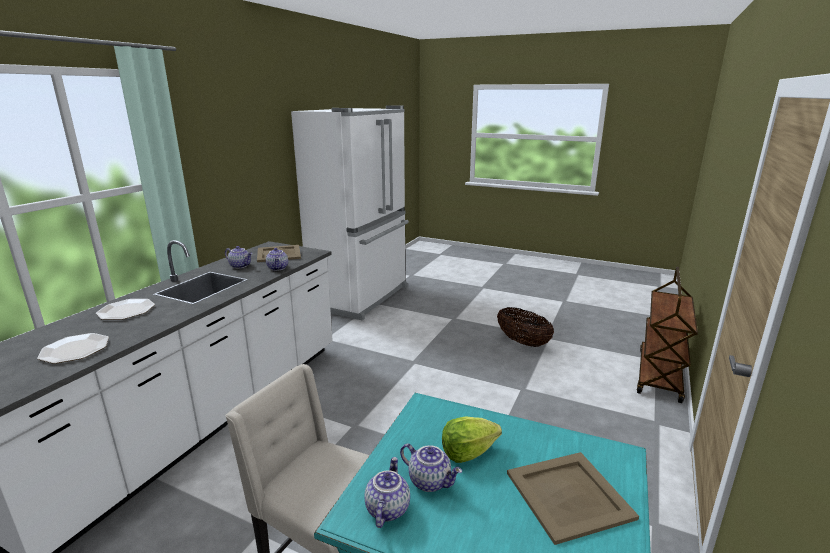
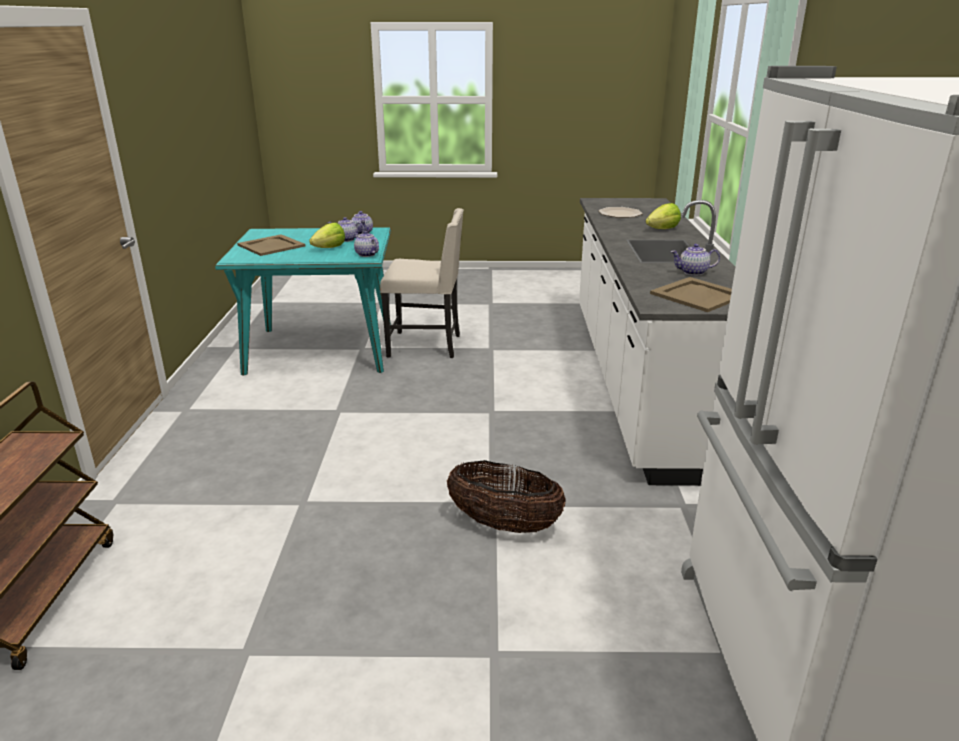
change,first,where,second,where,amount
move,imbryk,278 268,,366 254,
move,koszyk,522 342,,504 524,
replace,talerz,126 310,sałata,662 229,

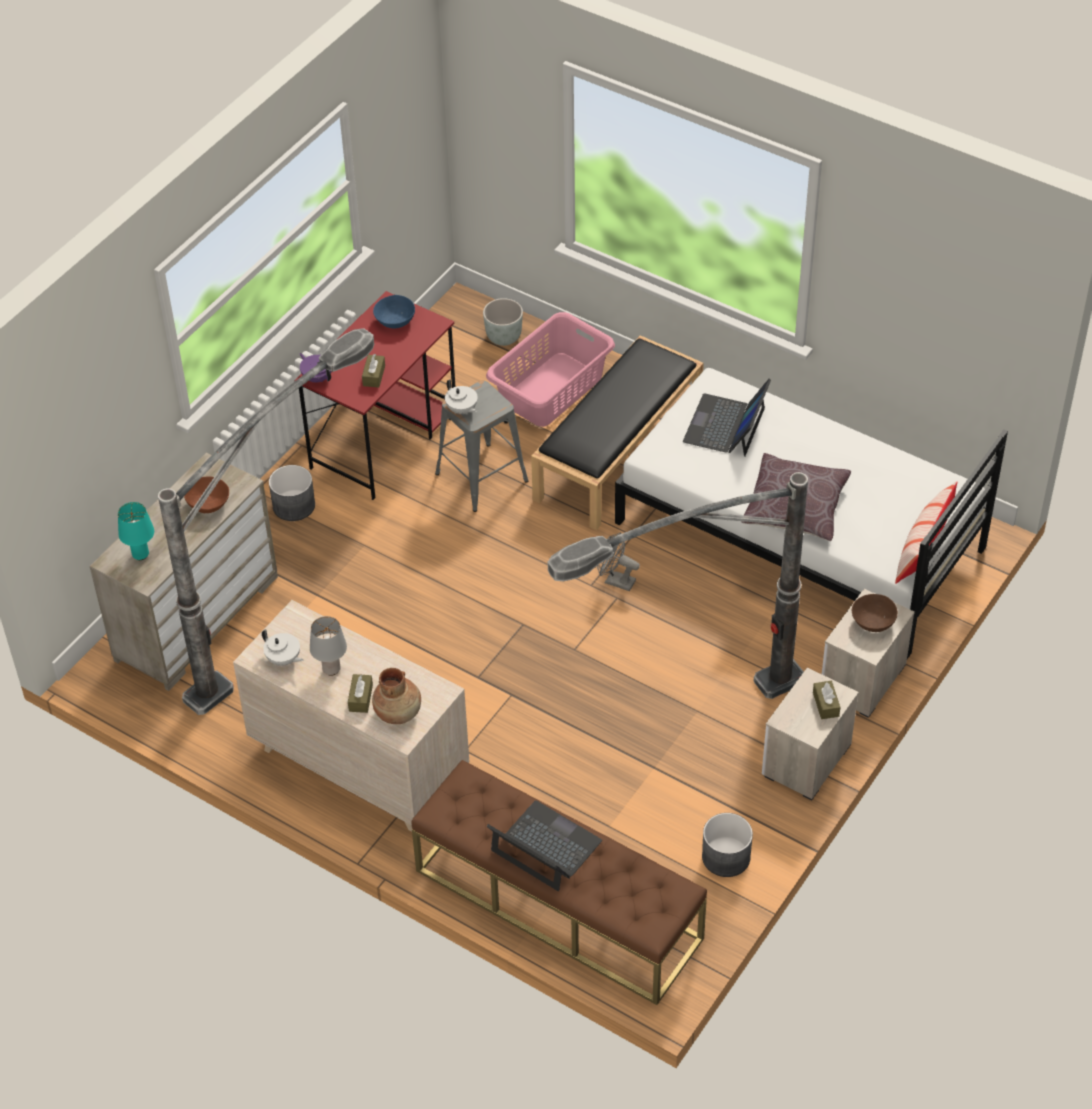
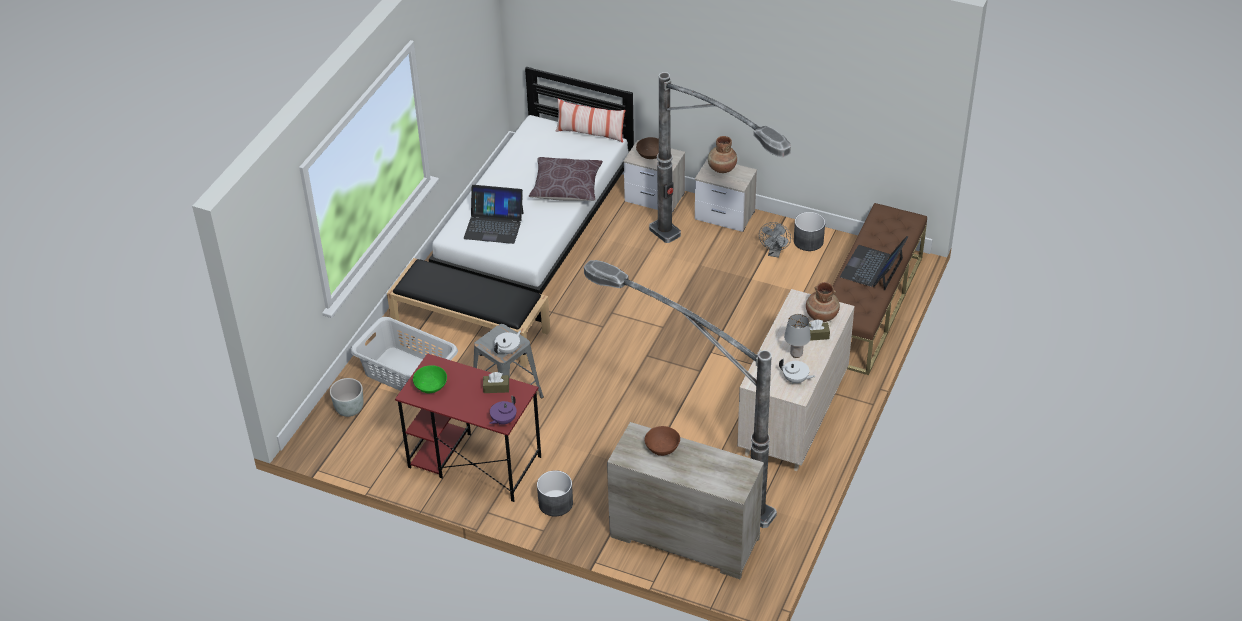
change,first,where,second,where,amount
recolor,kosz na pranie [różowy],552 390,kosz na pranie [szary],407 373,
recolor,miska [niebieski],395 321,miska [zielony],431 386,
replace,pudełko chusteczek [brązowy],825 704,wazon [brązowy],722 168,
move,wentylator [szary],615 581,,774 253,
rotate,imbryk [biały],283 659,,795 380,90 degrees clockwise
delete,lampa stołowa [turkusowy],141 554,,,

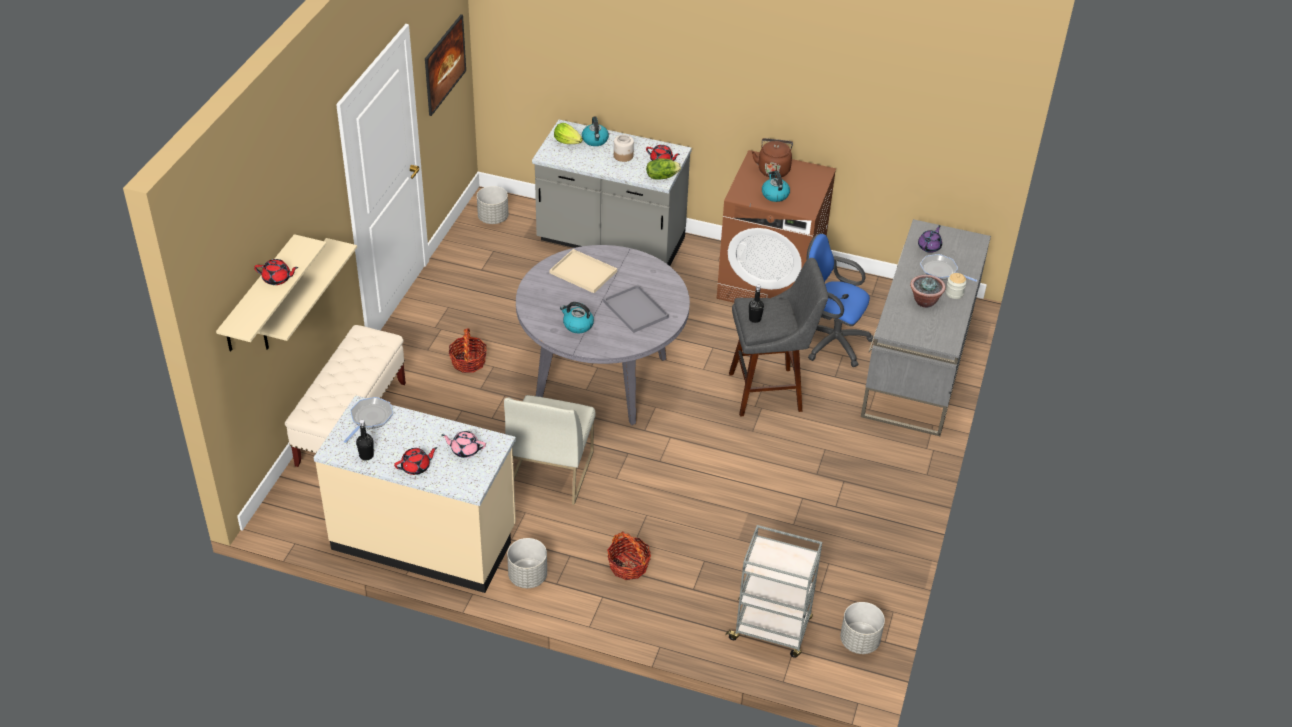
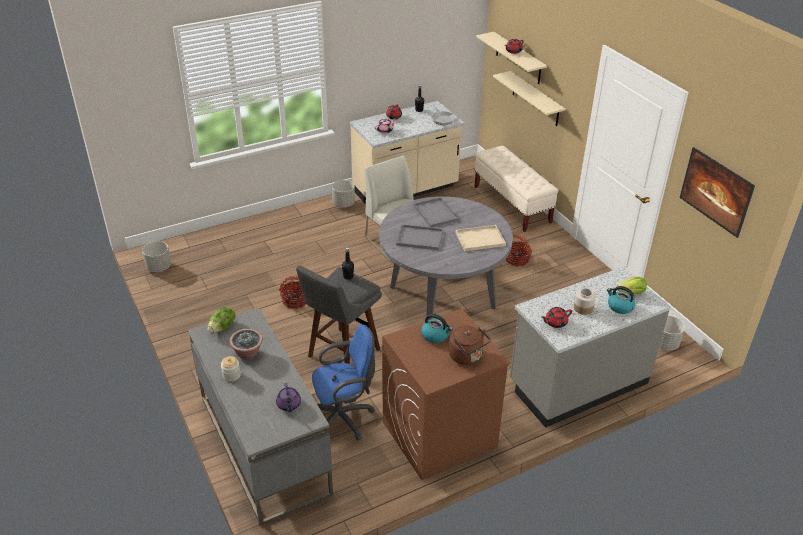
change,first,where,second,where,amount
move,sałata,662 176,,222 327,
move,koszyk,628 566,,295 301,
replace,czajnik,577 325,taca [szary],435 213,
delete,wózek [szary],771 630,,,
delete,patelnia,940 271,,,

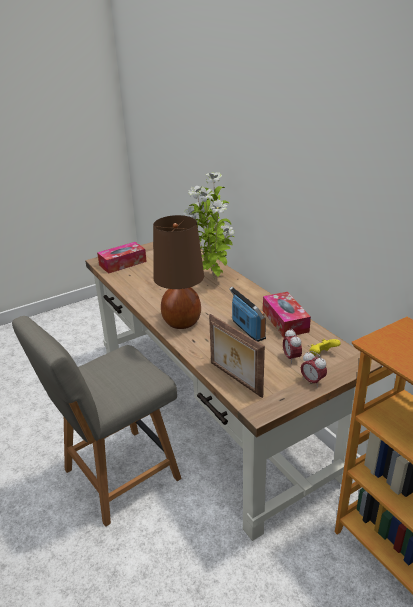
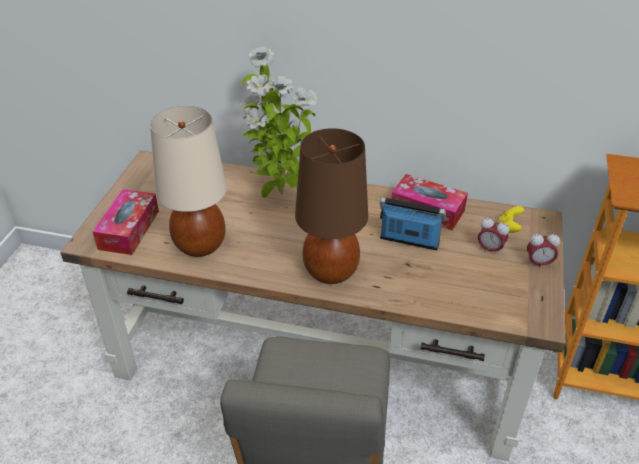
change,first,where,second,where,amount
insert,,,lampa stołowa [beżowy],200 245,
delete,ramka na zdjęcie,234 379,,,

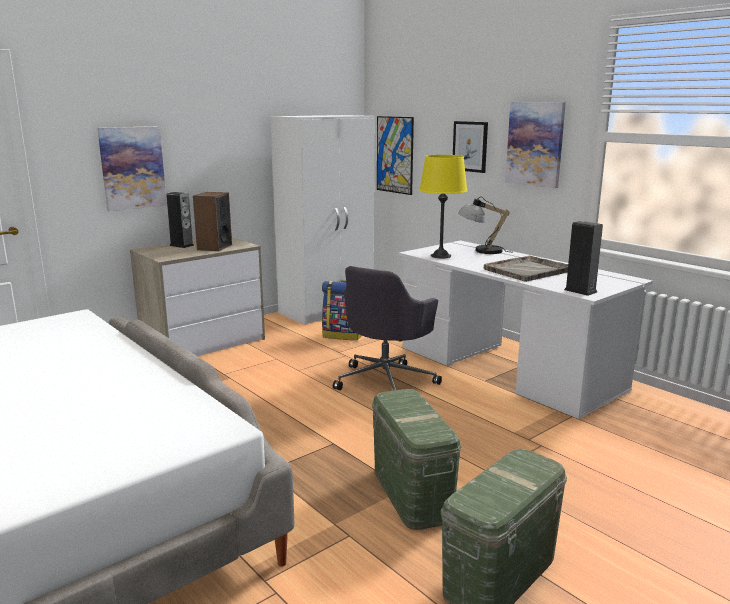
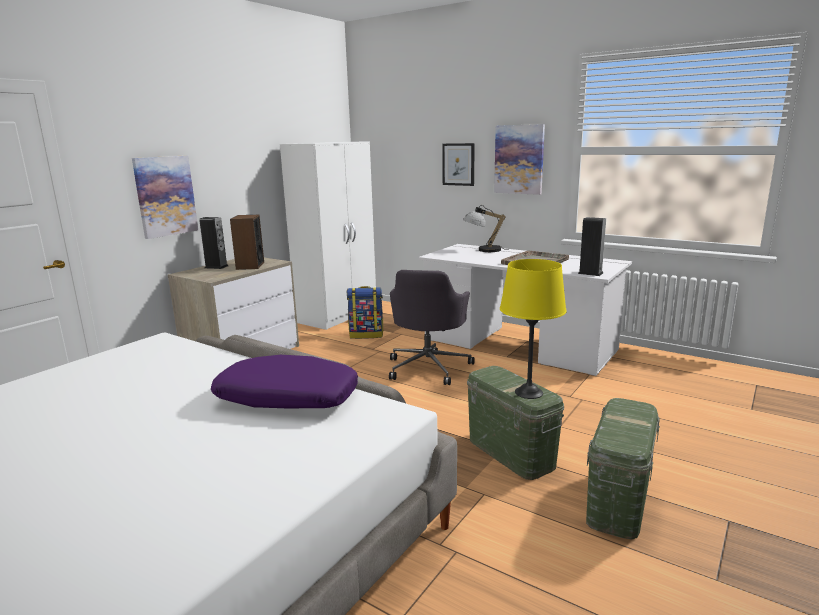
change,first,where,second,where,amount
insert,,,poduszka [fioletowy],286 398,
move,lampa stołowa [żółty],441 256,,529 392,
delete,obraz,394 155,,,

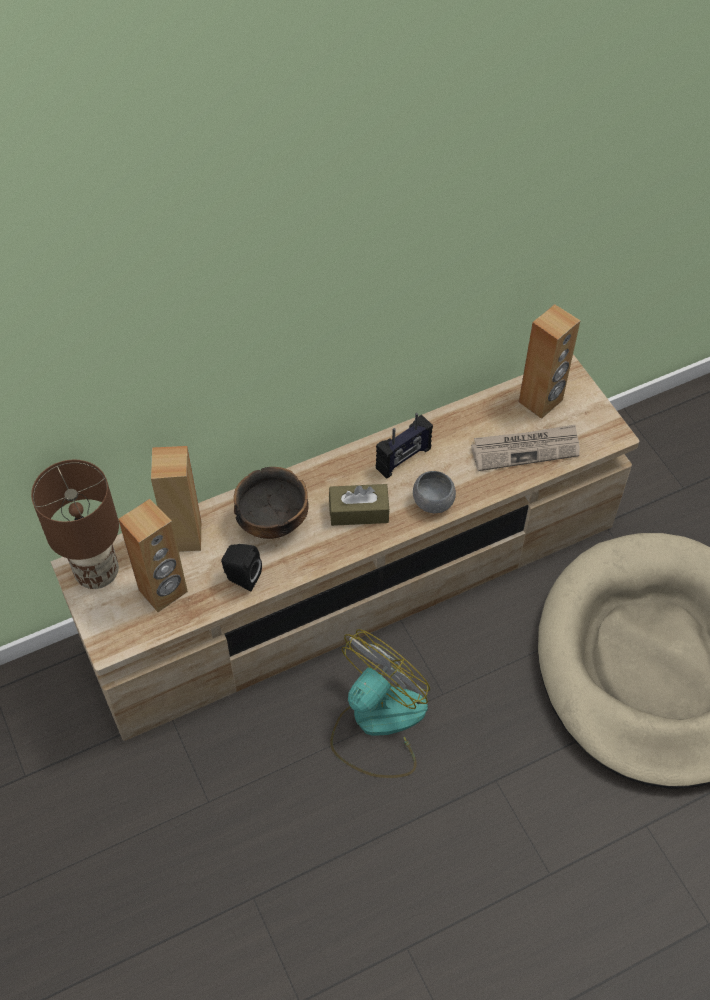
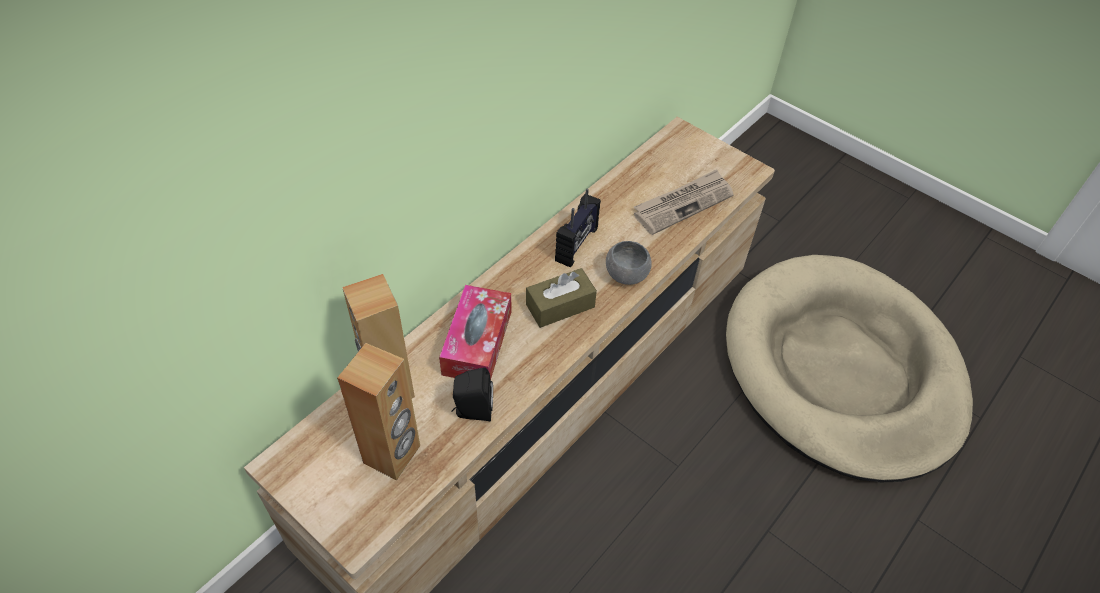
change,first,where,second,where,amount
replace,miska,272 521,pudełko chusteczek,477 342,
delete,lampa stołowa [brązowy],96 572,,,
delete,wentylator,377 723,,,
delete,głośnik [brązowy],541 401,,,

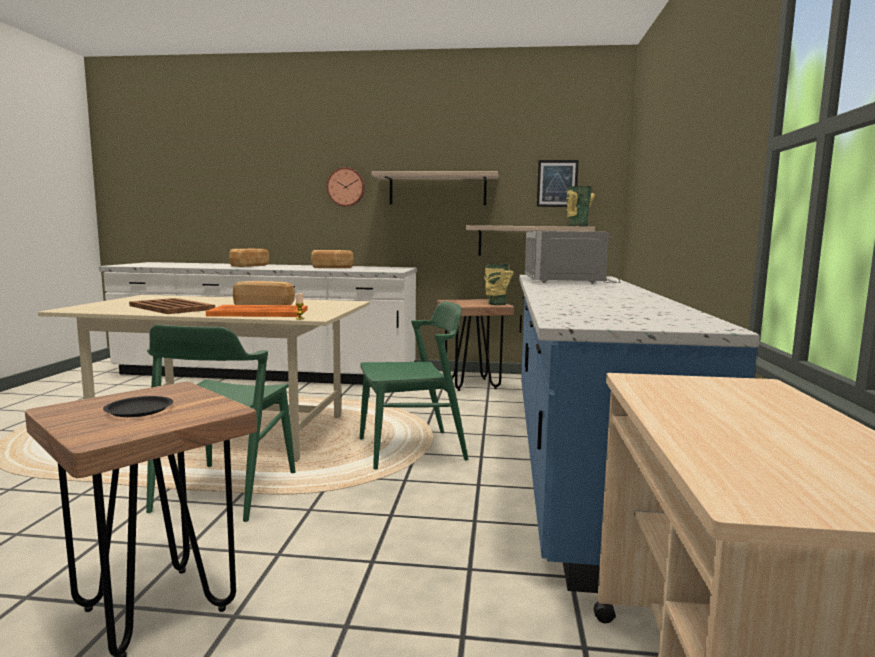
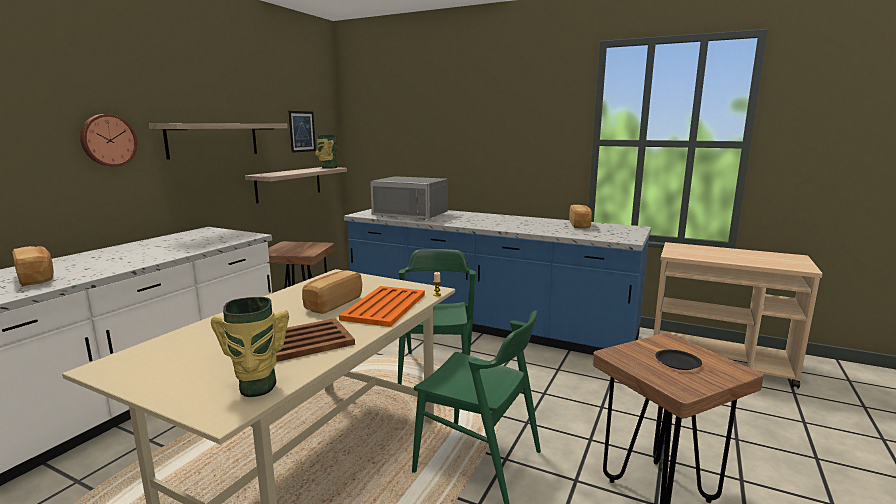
change,first,where,second,where,amount
move,wazon,496 304,,256 388,
move,chleb,332 268,,580 225,

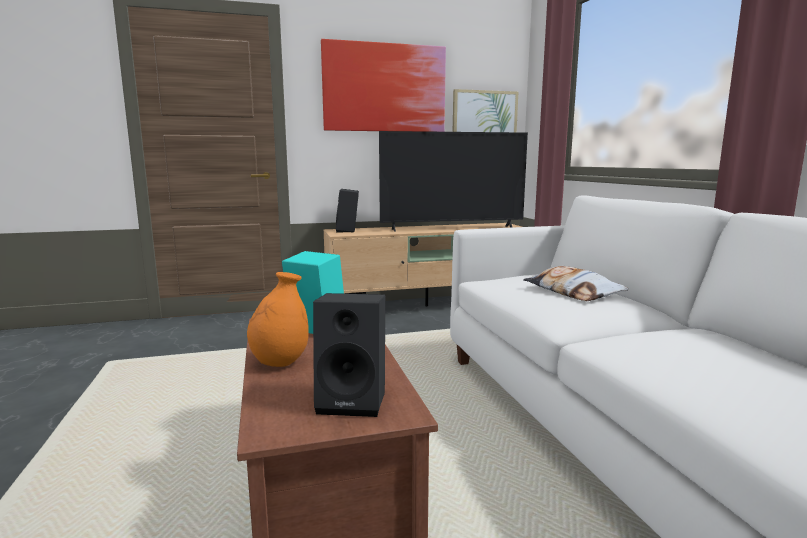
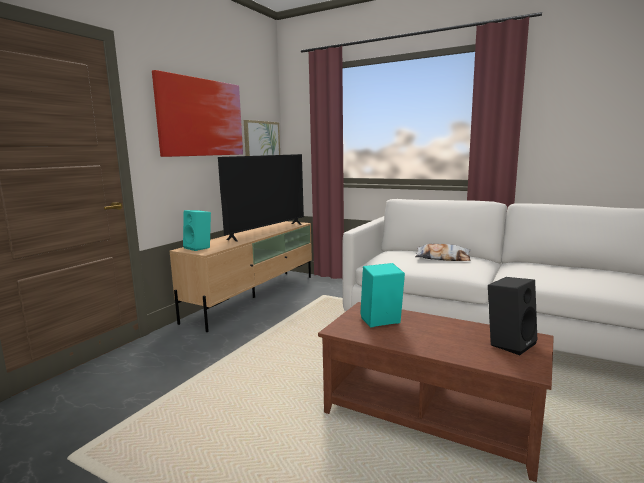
change,first,where,second,where,amount
recolor,głośnik [czarny],348 231,głośnik [turkusowy],199 247,
delete,wazon [pomarańczowy],280 362,,,

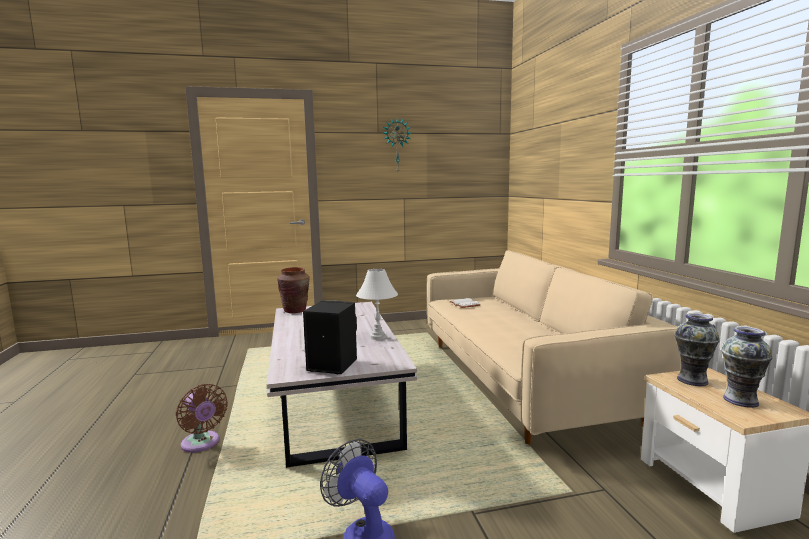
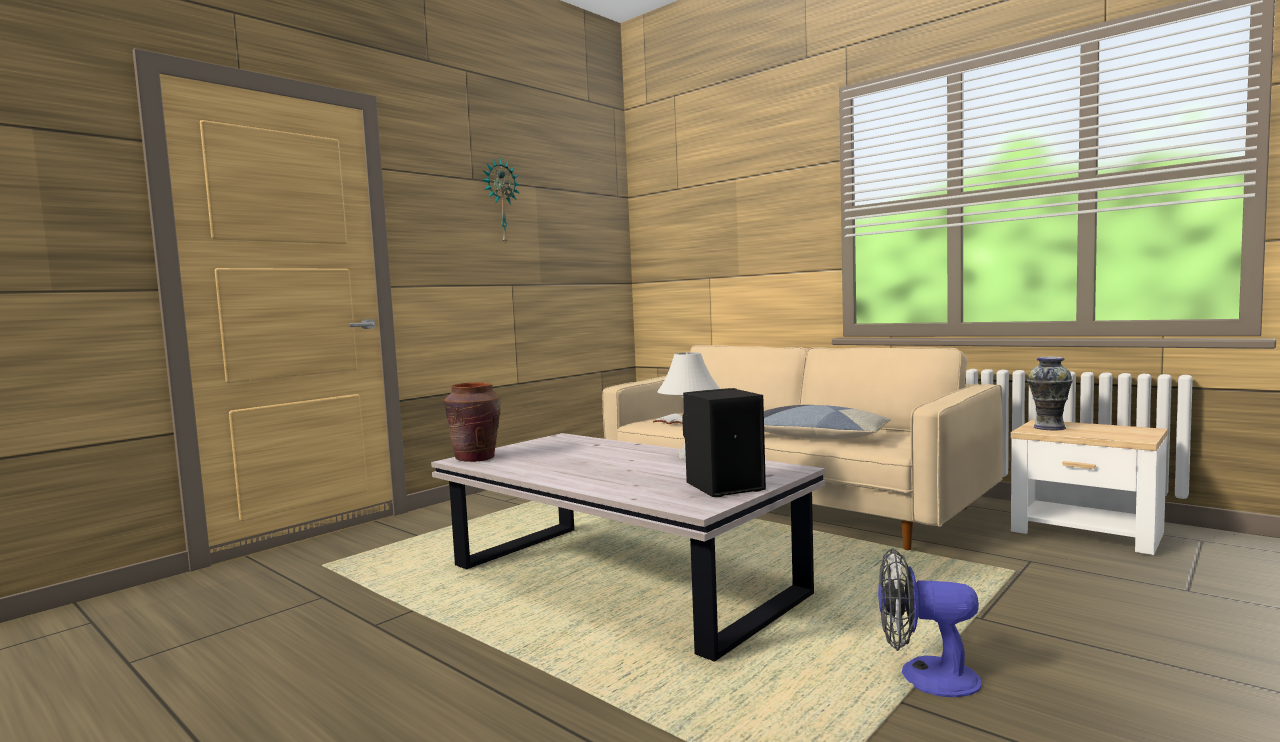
change,first,where,second,where,amount
insert,,,poduszka,815 437,
delete,wentylator [brązowy],202 444,,,
delete,wazon,741 400,,,

